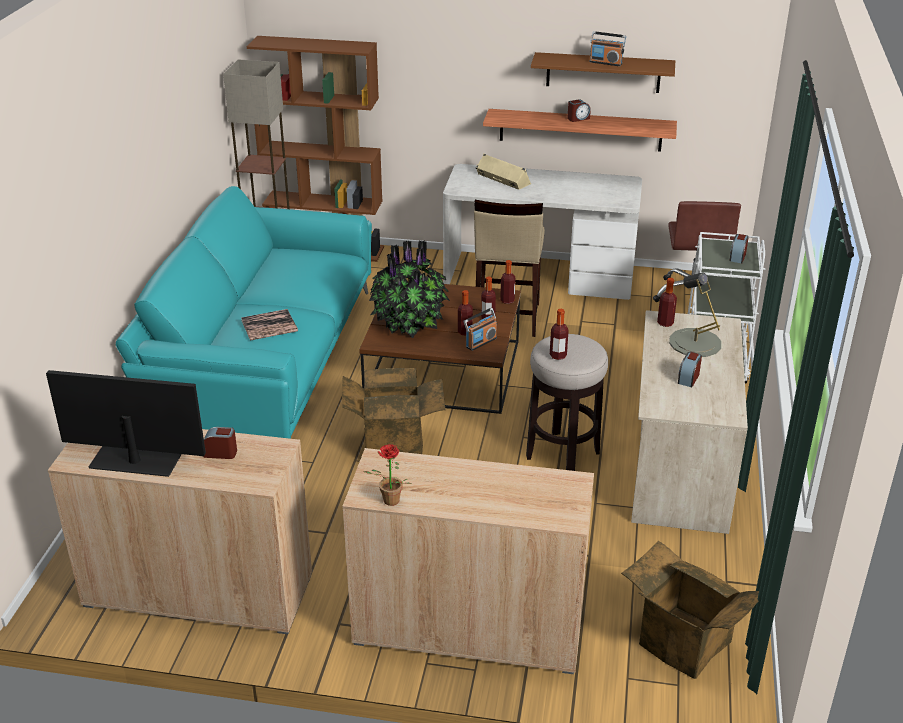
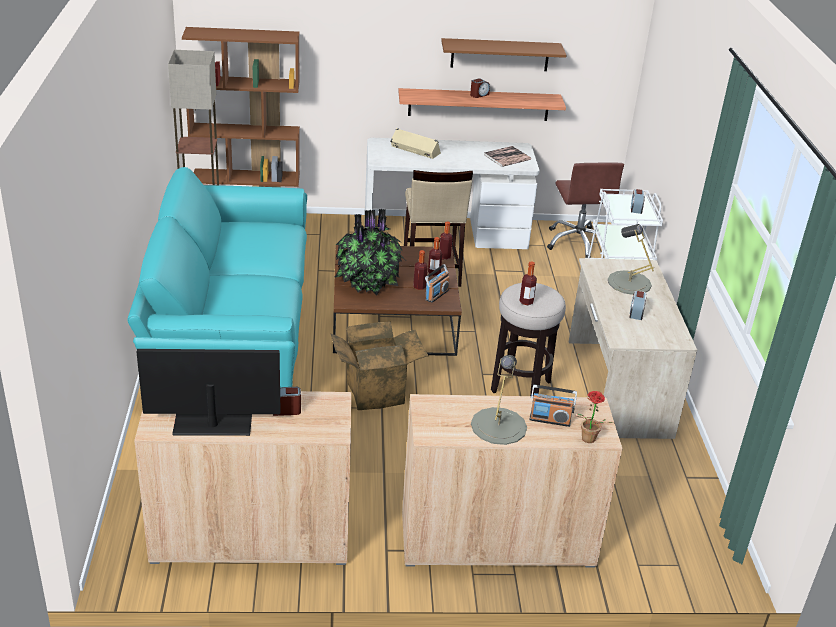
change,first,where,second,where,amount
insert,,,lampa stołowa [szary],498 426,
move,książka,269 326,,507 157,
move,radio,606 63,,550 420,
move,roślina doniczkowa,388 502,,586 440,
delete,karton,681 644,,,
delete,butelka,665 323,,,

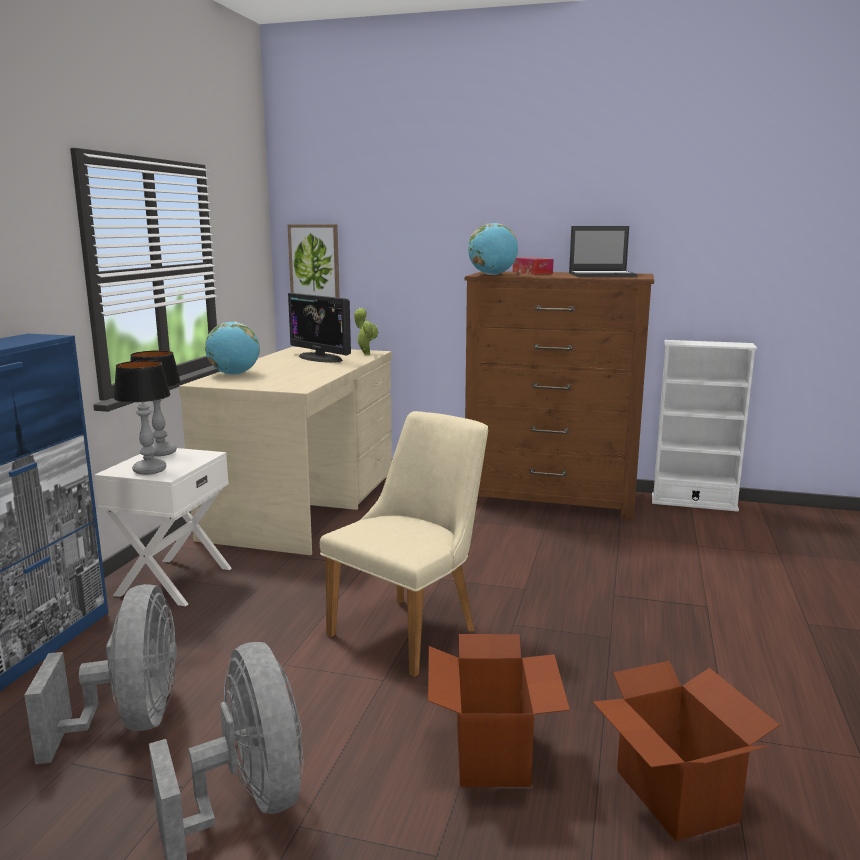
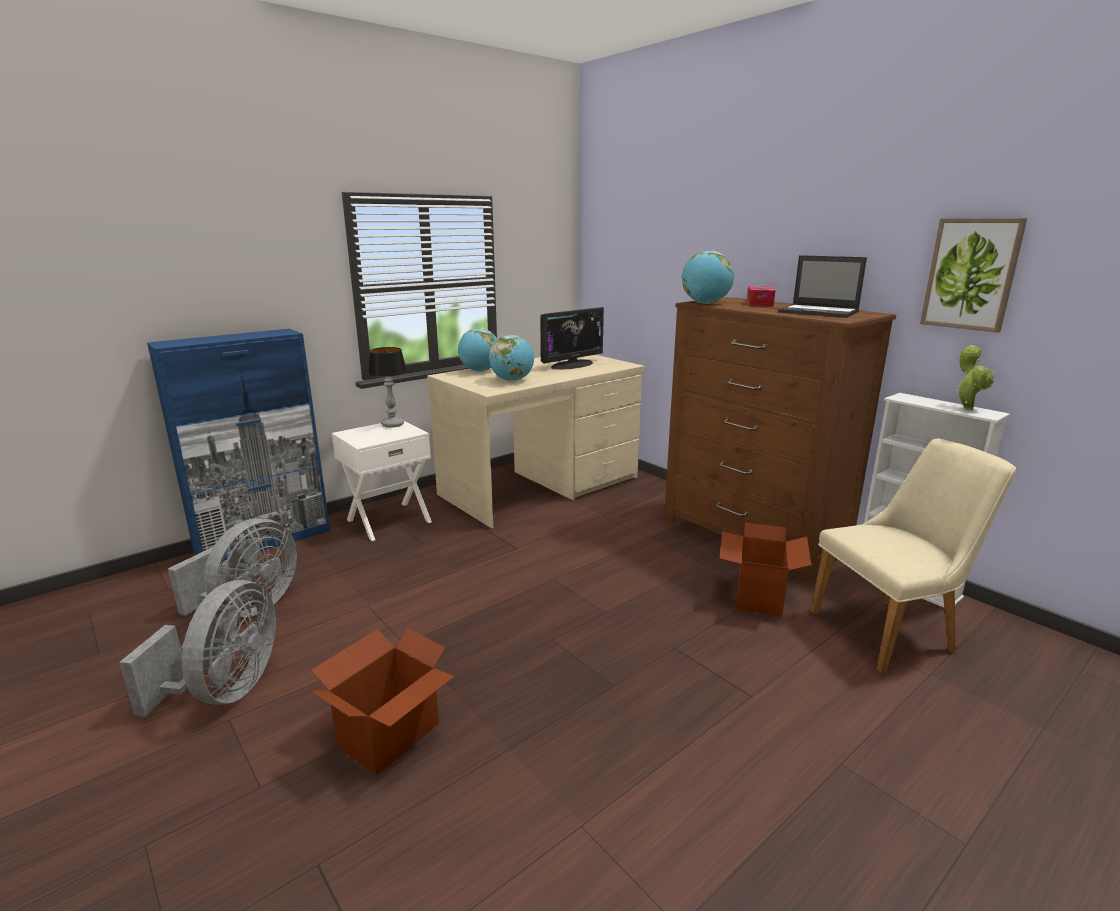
change,first,where,second,where,amount
insert,,,globus,512 380,
rotate,monitor,320 358,,572 365,120 degrees counterclockwise
move,karton,674 796,,757 597,
move,krzesło [beżowy],413 628,,893 630,
move,obraz,314 262,,971 274,
move,roślina doniczkowa,366 354,,967 408,
delete,lampa stołowa,150 470,,,

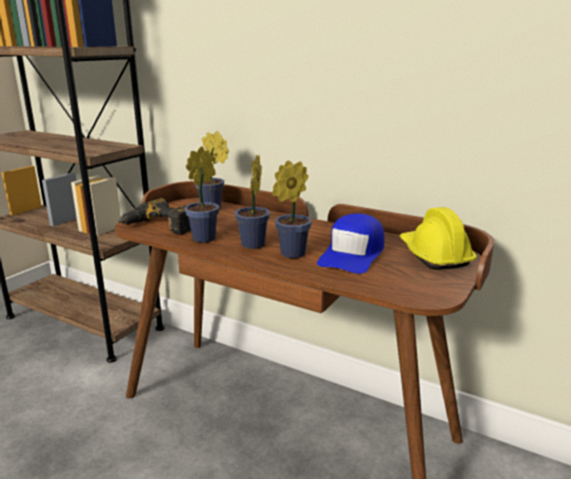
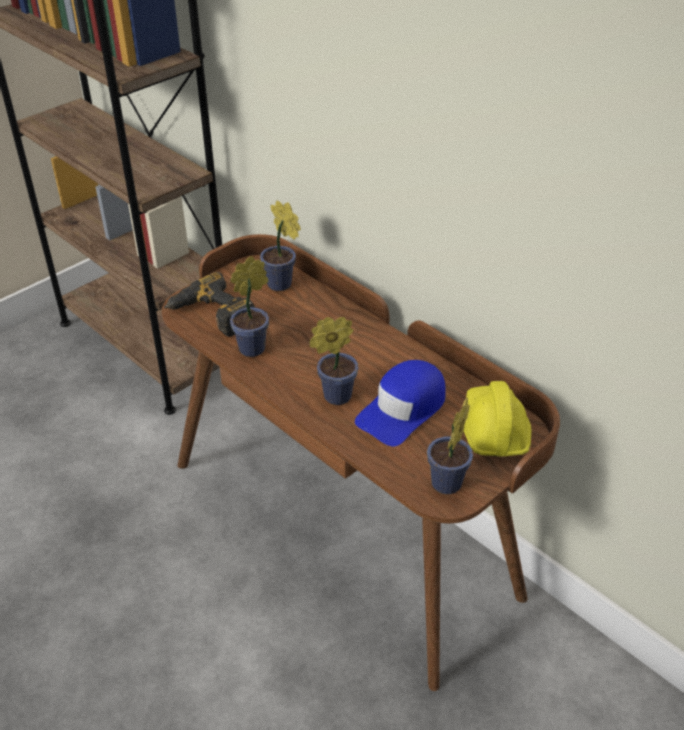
change,first,where,second,where,amount
move,roślina doniczkowa,252 246,,444 486,

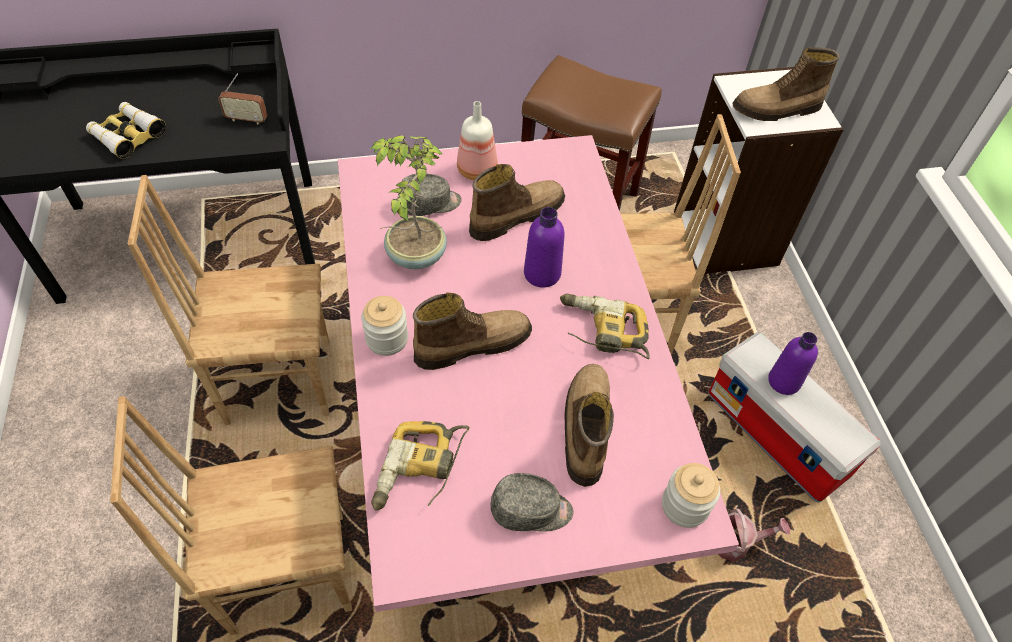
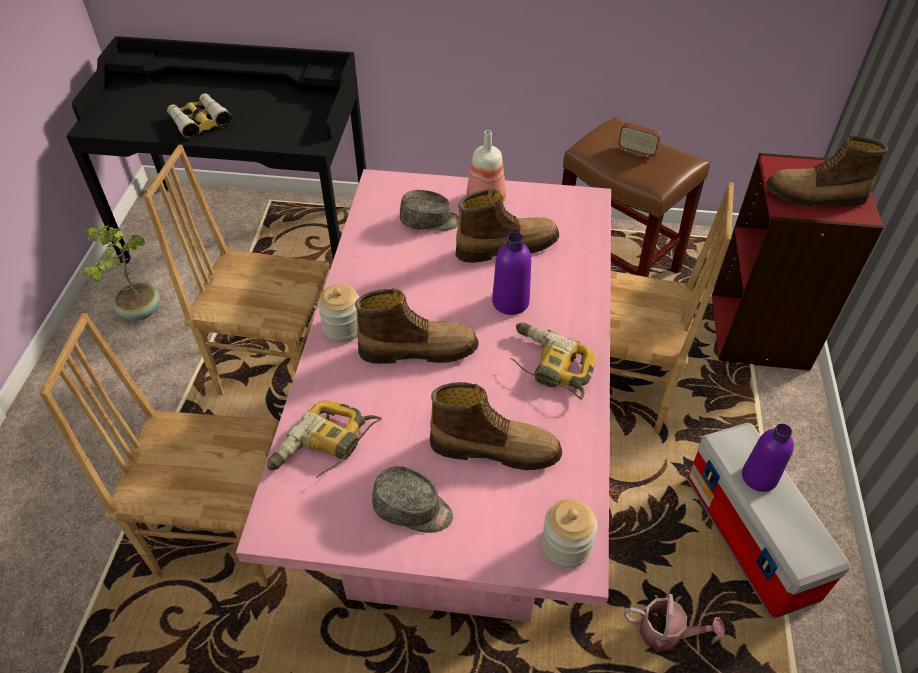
change,first,where,second,where,amount
move,roślina doniczkowa,414 255,,139 311,
rotate,but z cholewką,585 427,,495 448,75 degrees clockwise
move,radio,247 119,,637 151,
recolor,regał [biały],726 238,regał [czerwony],760 332,

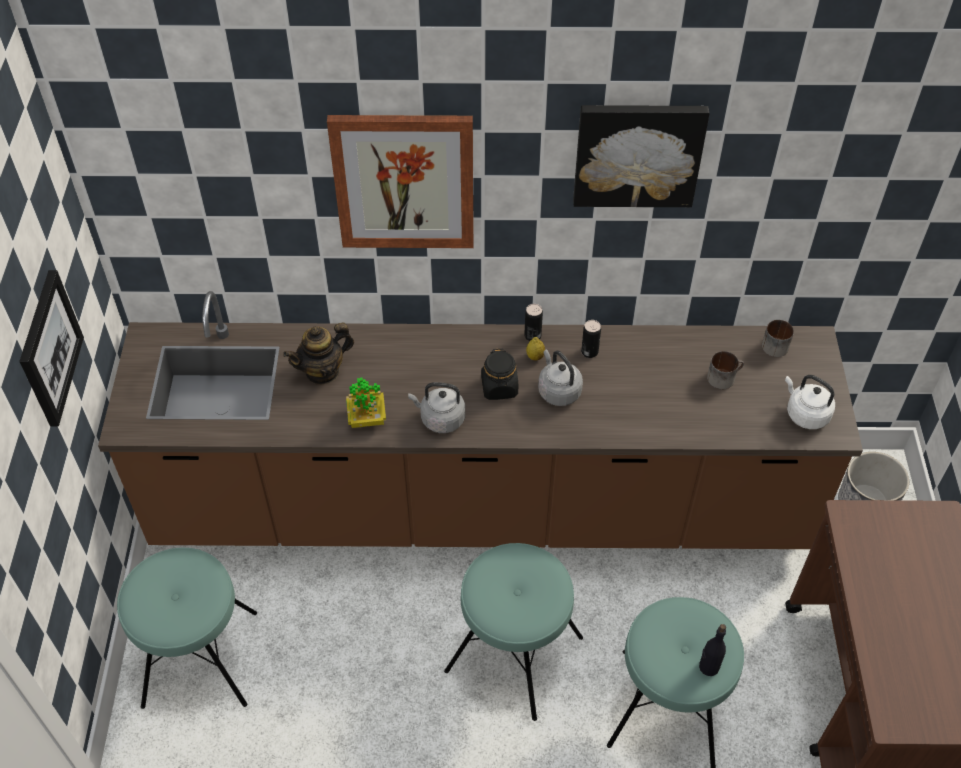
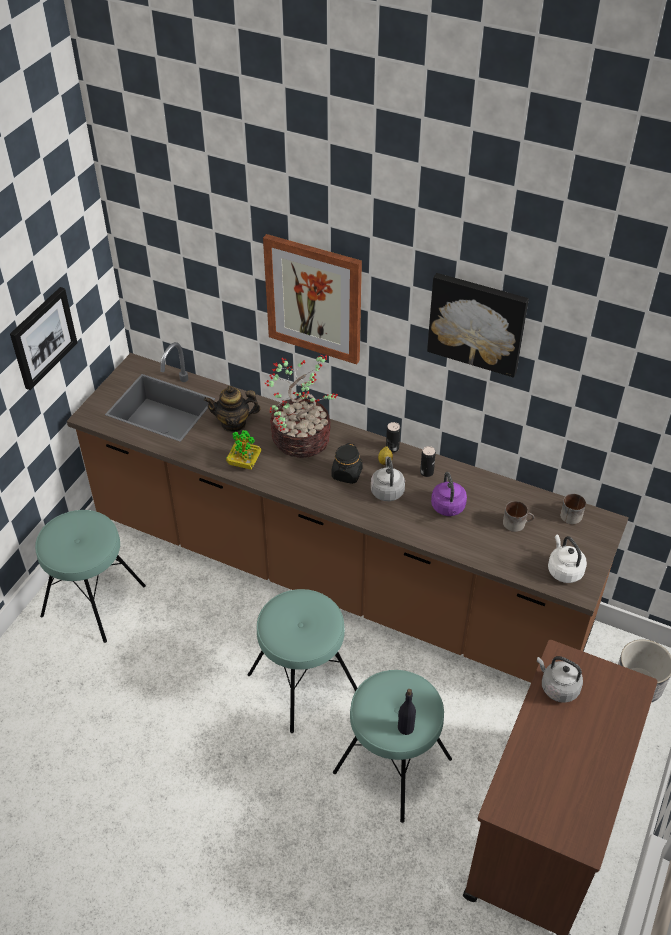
change,first,where,second,where,amount
insert,,,roślina doniczkowa,302 439,
insert,,,czajnik [fioletowy],448 508,
move,czajnik [szary],440 419,,557 687,

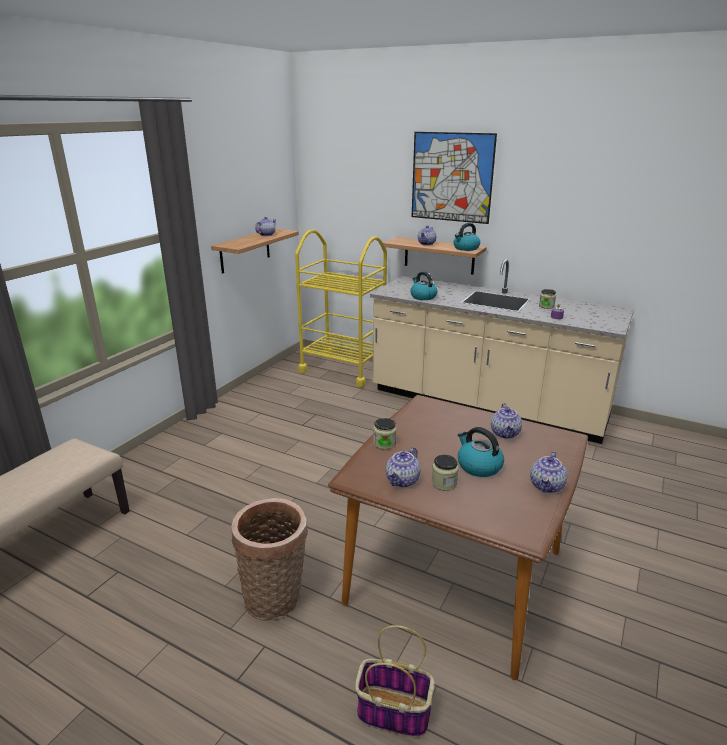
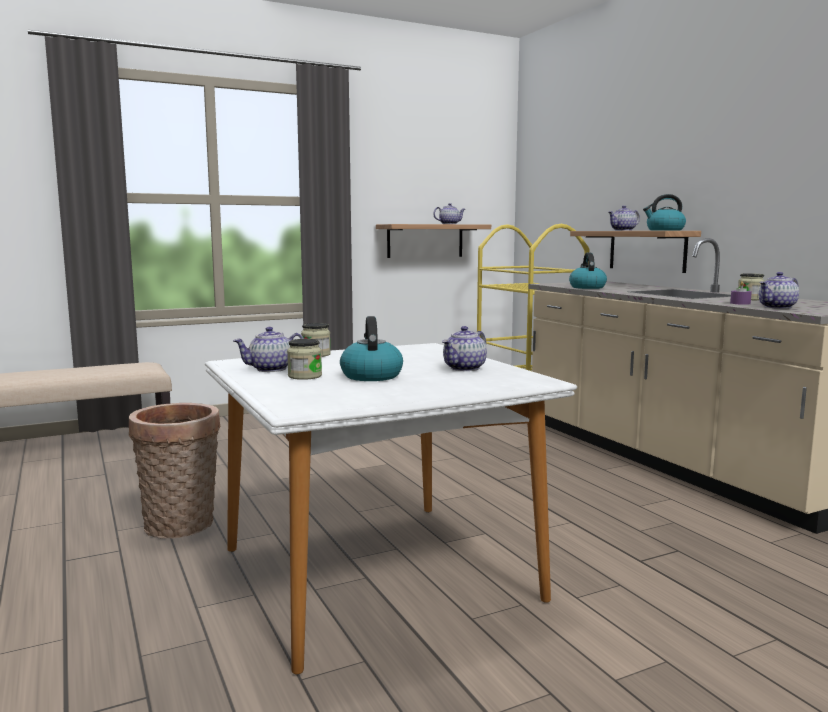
change,first,where,second,where,amount
recolor,stół jadalny [brązowy],456 576,stół jadalny [biały],379 574,
move,imbryk,547 486,,777 307,
delete,koszyk,392 712,,,
delete,obraz,451 177,,,

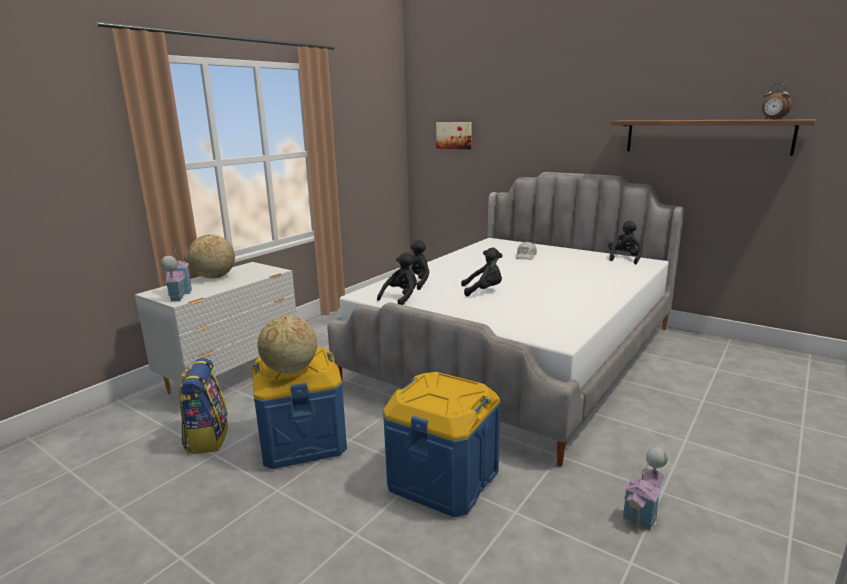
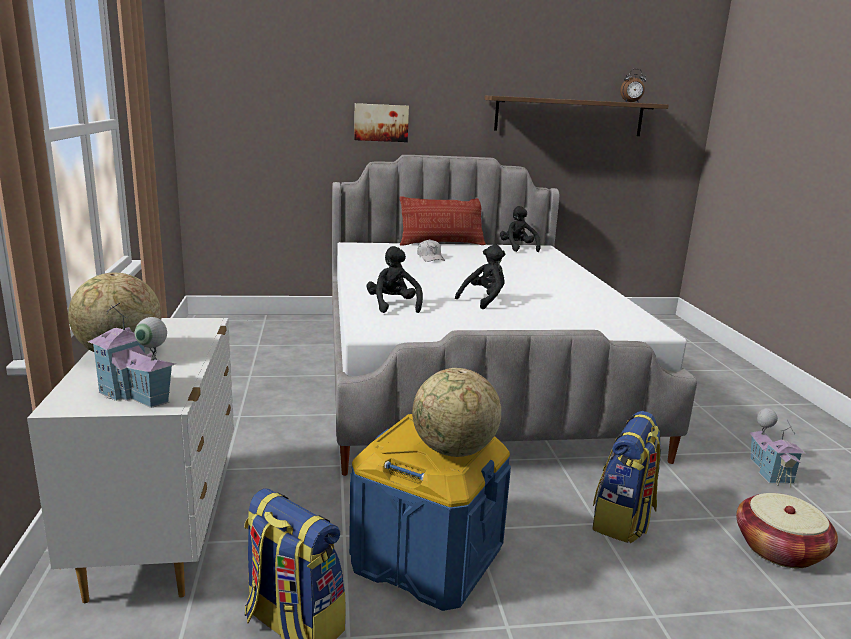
change,first,where,second,where,amount
move,obraz,454 135,,381 122,
insert,,,poduszka,441 244,
replace,pojemnik do przechowywania [niebieski],443 479,plecak,623 520,
insert,,,koszyk,779 549,
delete,pluszak [czarny],401 298,,,

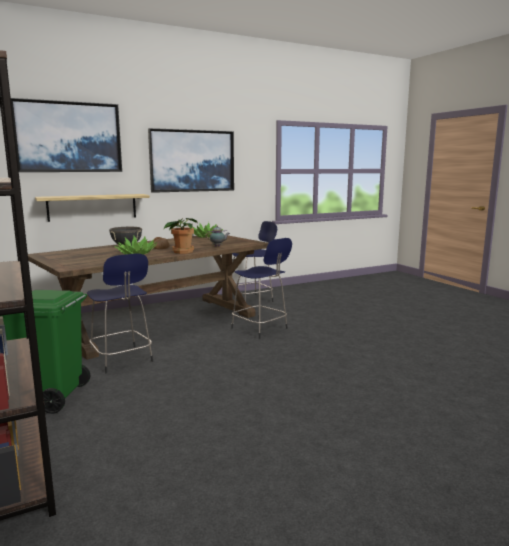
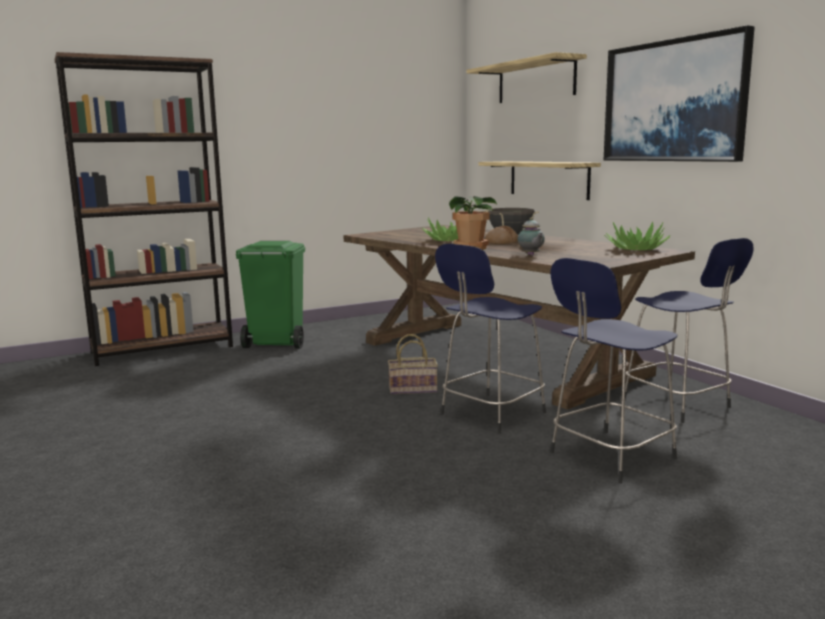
change,first,where,second,where,amount
insert,,,koszyk,414 389,
replace,obraz,68 137,półka,535 81,
move,stołek [niebieski],122 360,,609 456,

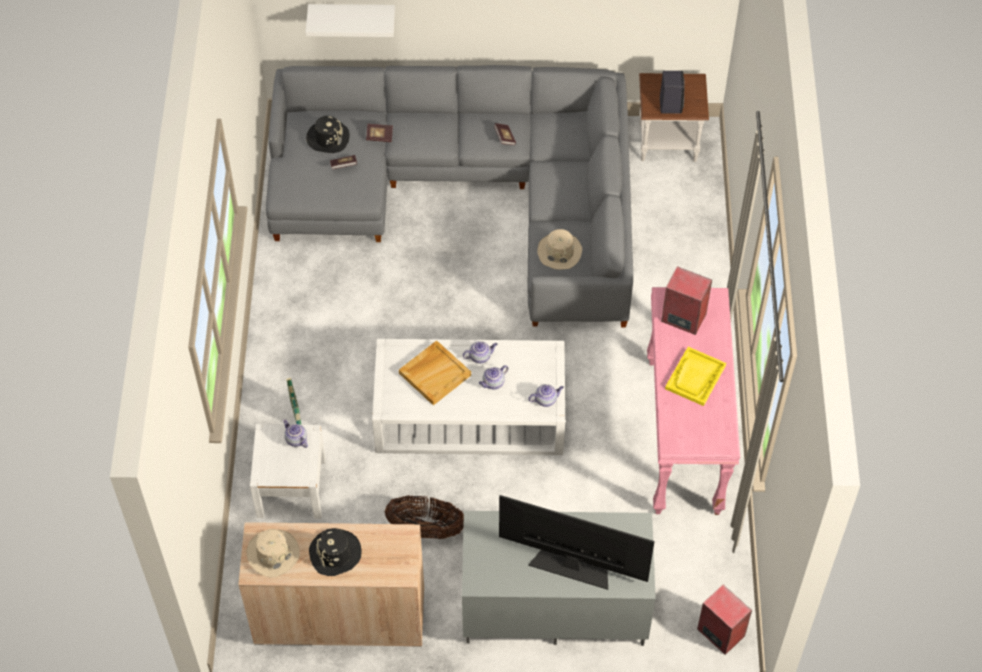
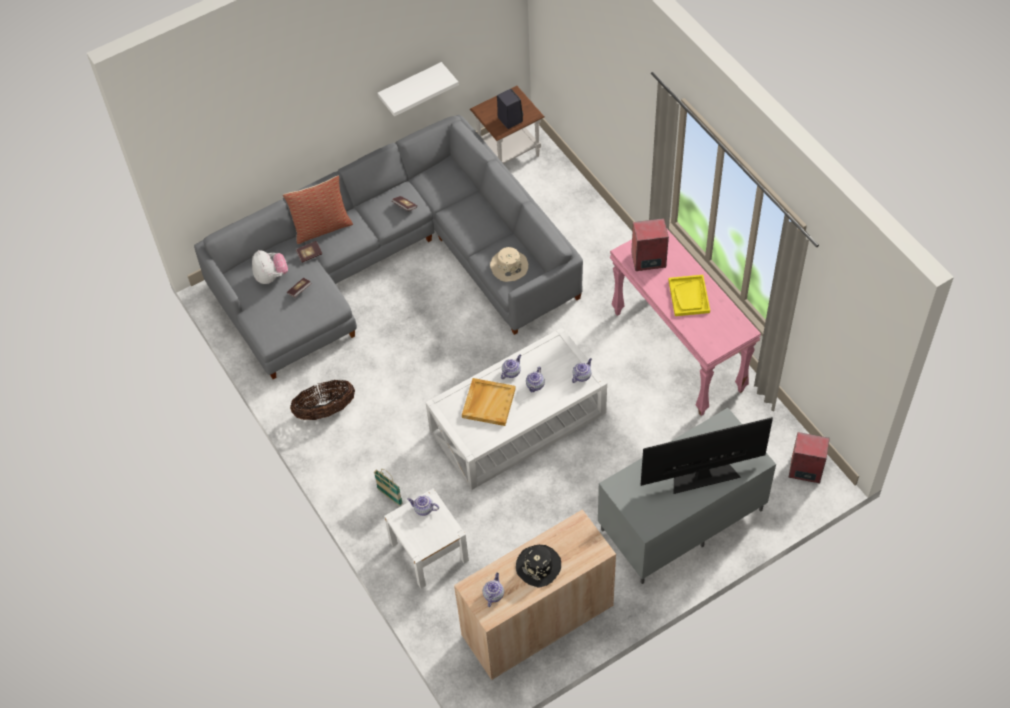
change,first,where,second,where,amount
replace,kapelusz [czarny],328 138,pluszak,271 276,
insert,,,poduszka,321 227,
move,koszyk,425 529,,325 410,
move,półka [biały],352 15,,410 86,
replace,kapelusz [beżowy],273 553,imbryk,493 594,

